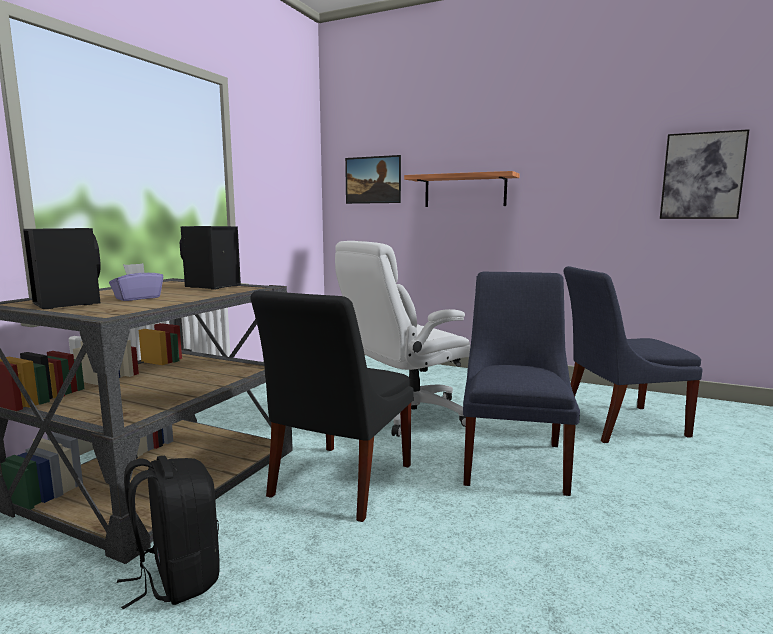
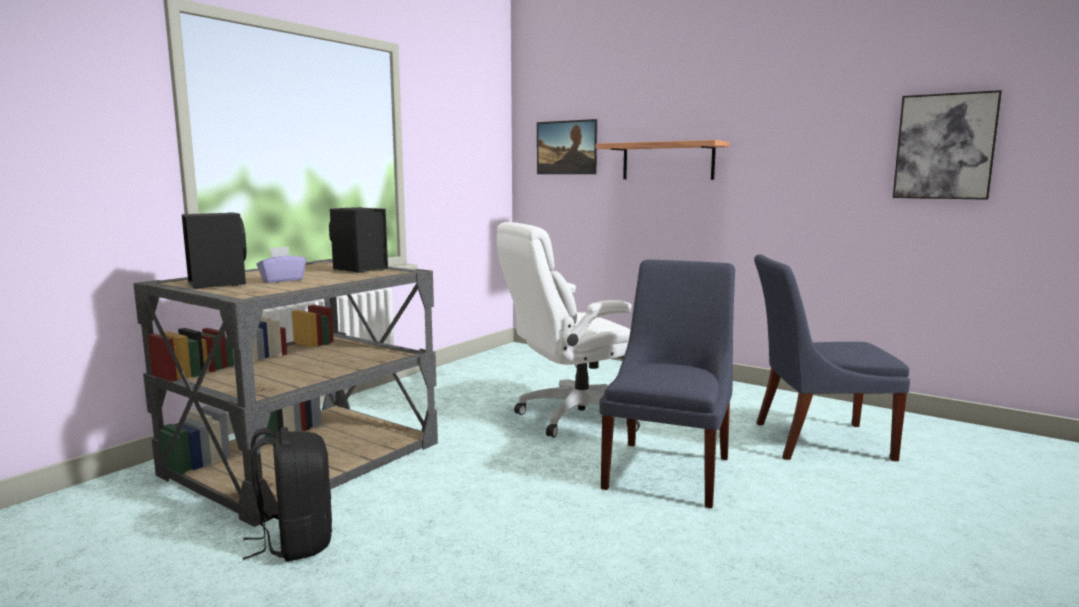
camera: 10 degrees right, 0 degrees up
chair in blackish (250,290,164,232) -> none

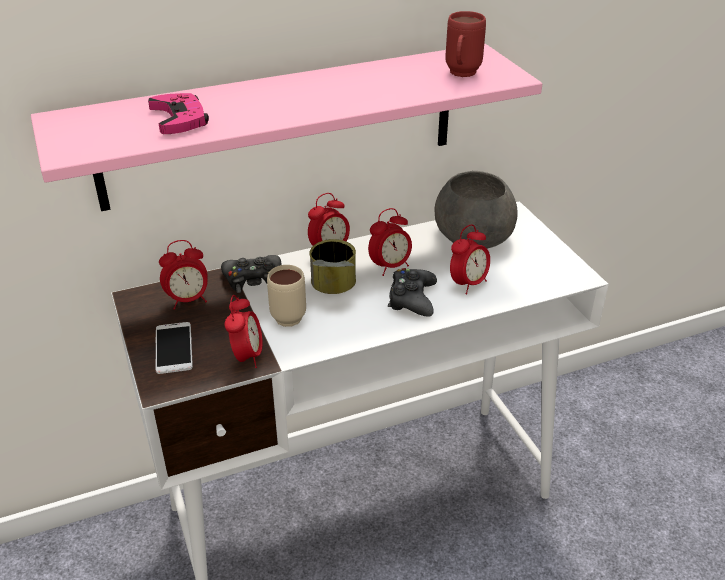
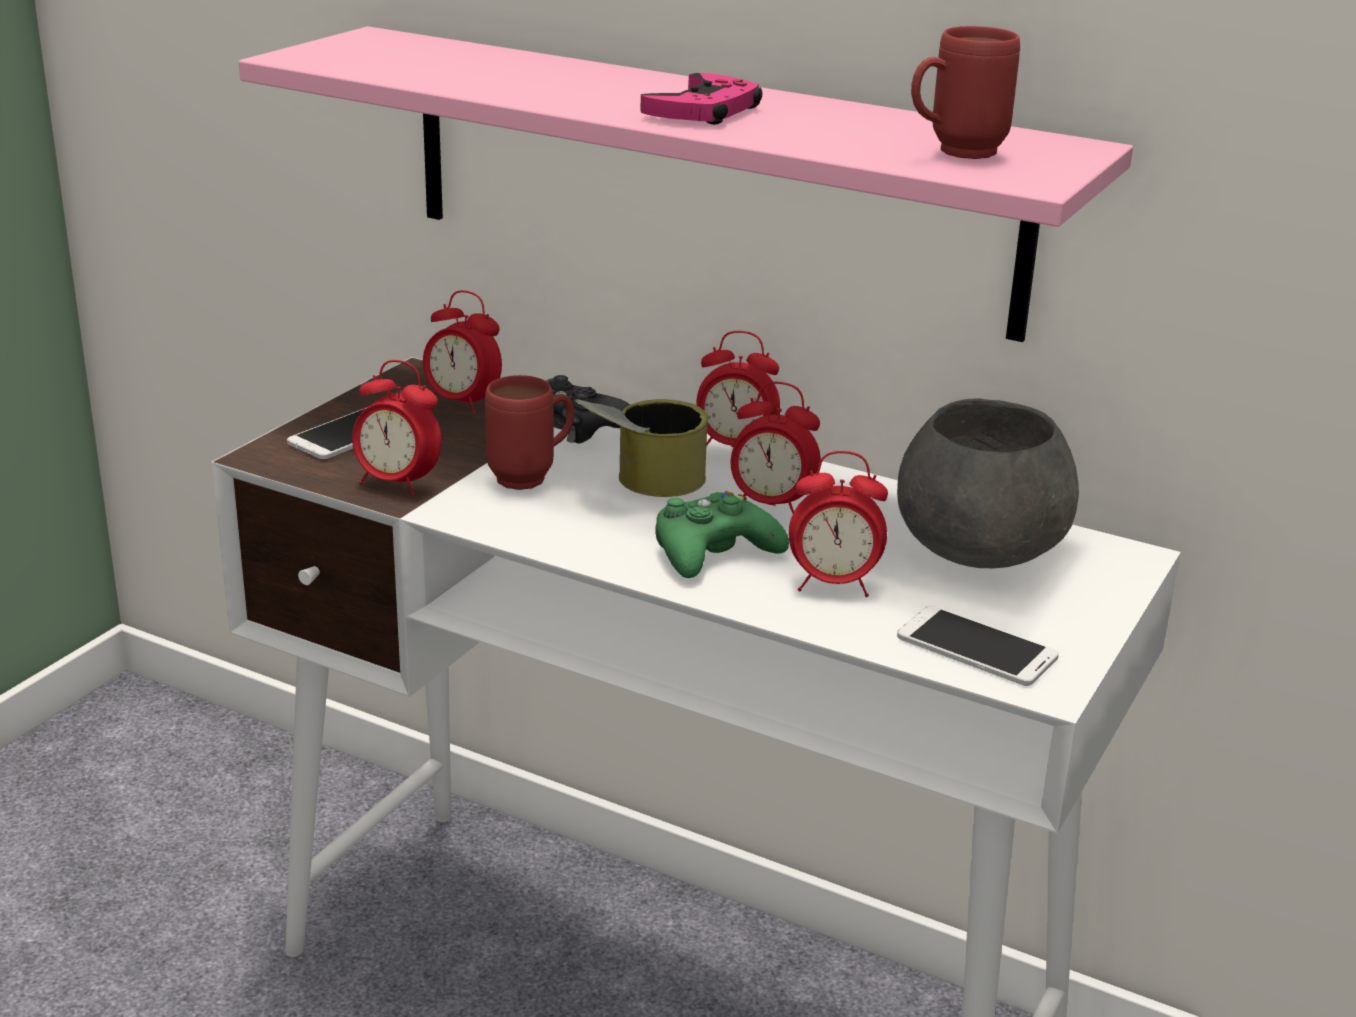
camera: 50 degrees right, 10 degrees down
game controller in pinkish (148,93,61,41) -> game controller in pinkish (641,73,121,52), relocated
bedside clock (225,295,38,73) -> bedside clock (352,360,89,137), 60 degrees clockwise
mug in beige (267,265,39,62) -> mug in red-coloured (485,375,90,115)
game controller in blackish (388,268,49,49) -> game controller in green (655,491,134,87)
none -> telephone (897,606,162,80)

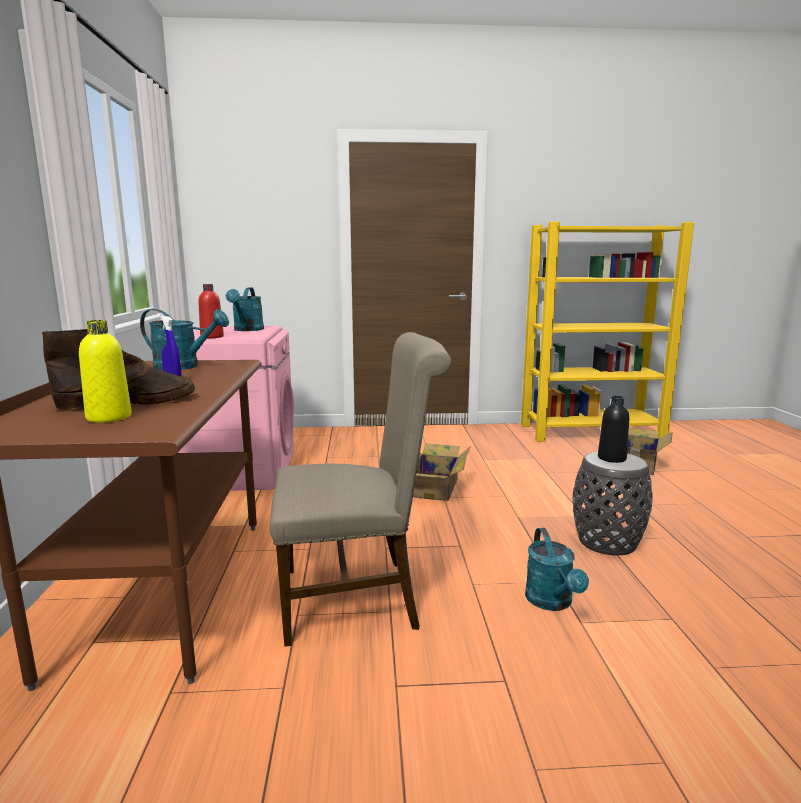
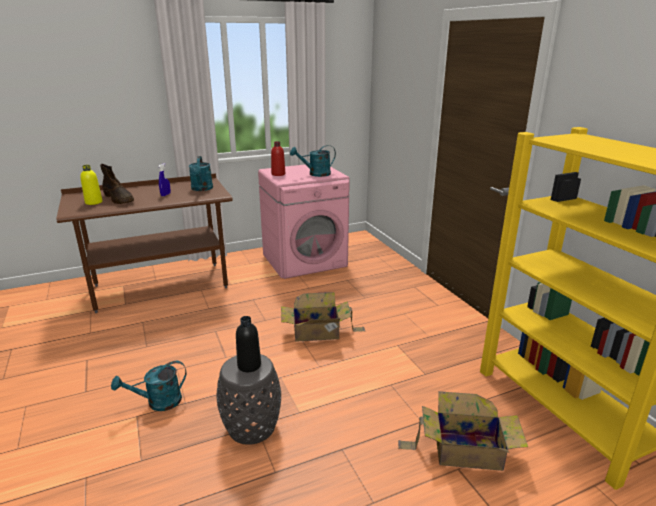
camera: 70 degrees right, 10 degrees up
chair in beige (270,332,181,315) -> none

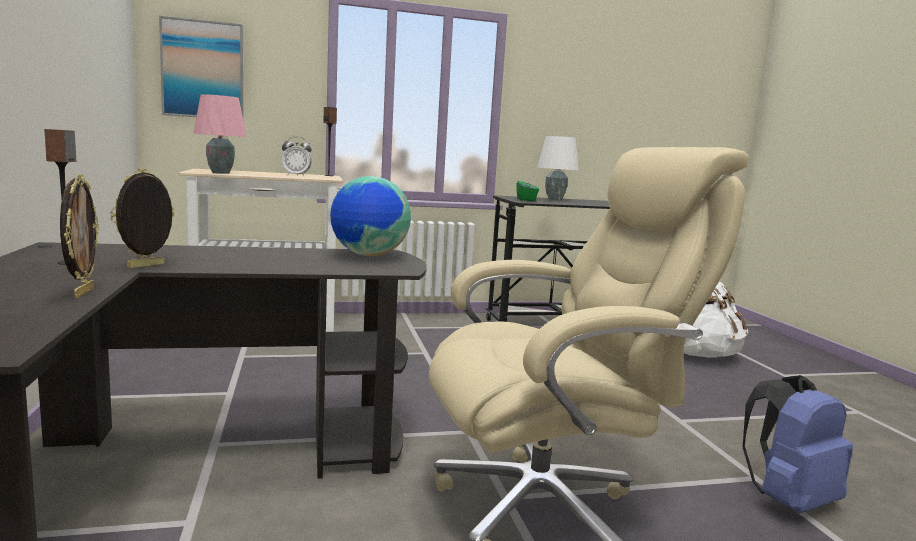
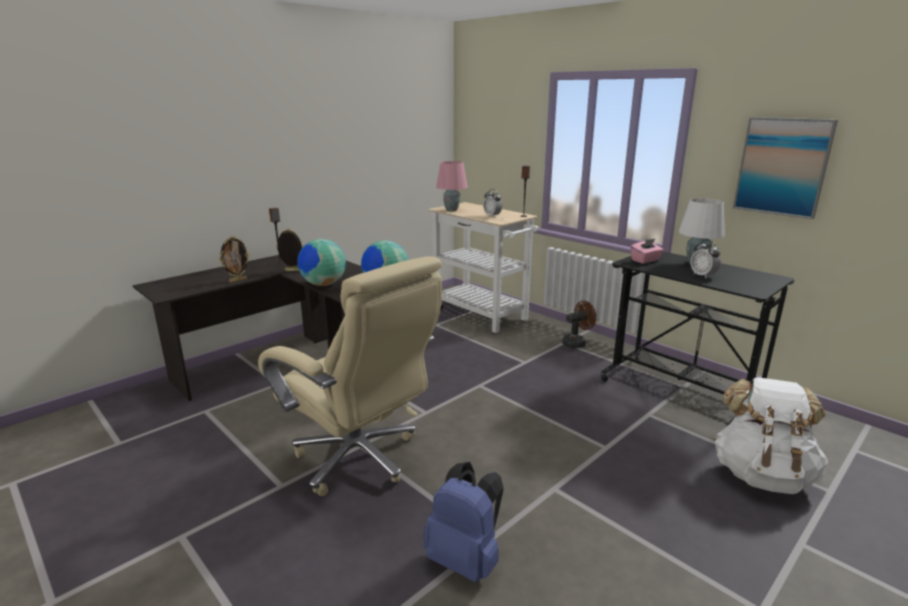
camera: 60 degrees right, 10 degrees up
picture (159,16,84,101) -> picture (733,117,105,102), relocated
box of tissues in green (517,176,22,25) -> box of tissues in pinkish (630,238,34,26)
none -> globe (297,239,49,47)
none -> fan in brown-coloured (562,301,34,47)
none -> bedside clock (691,240,30,39)

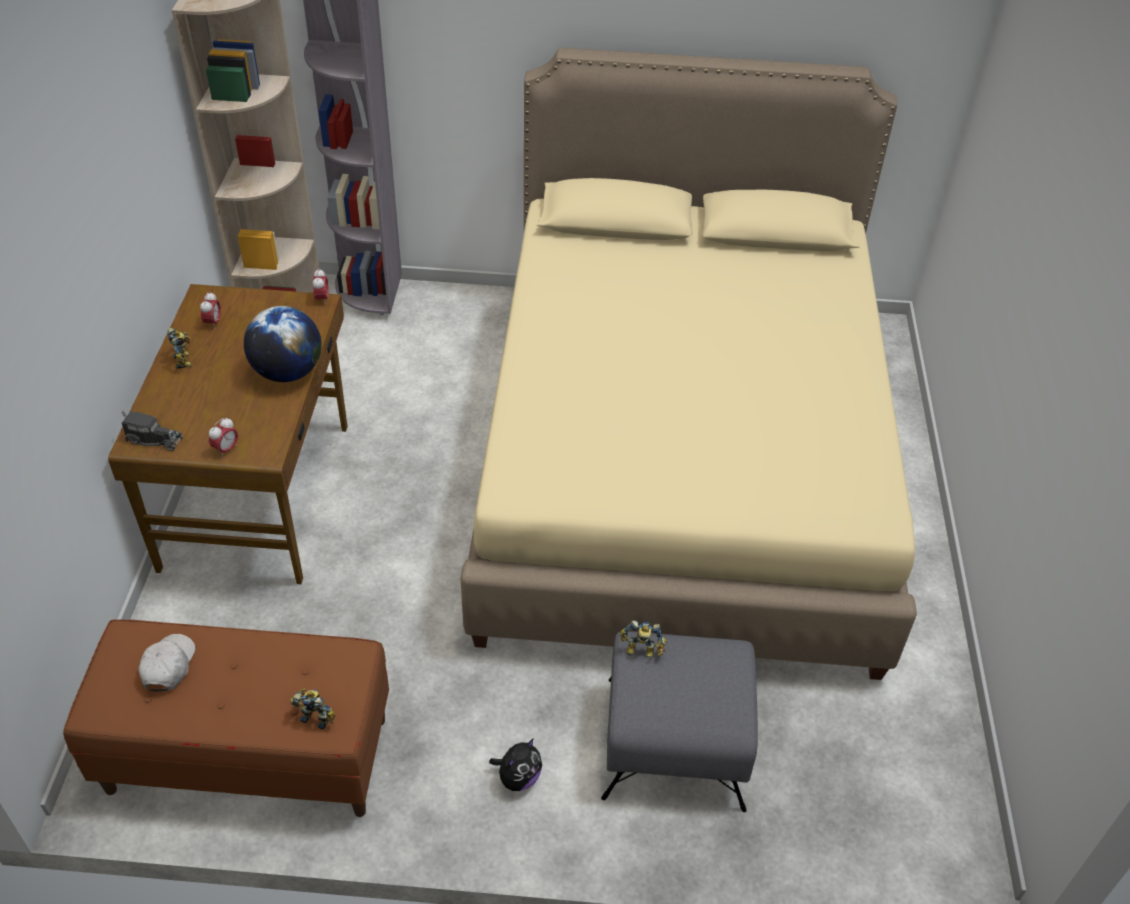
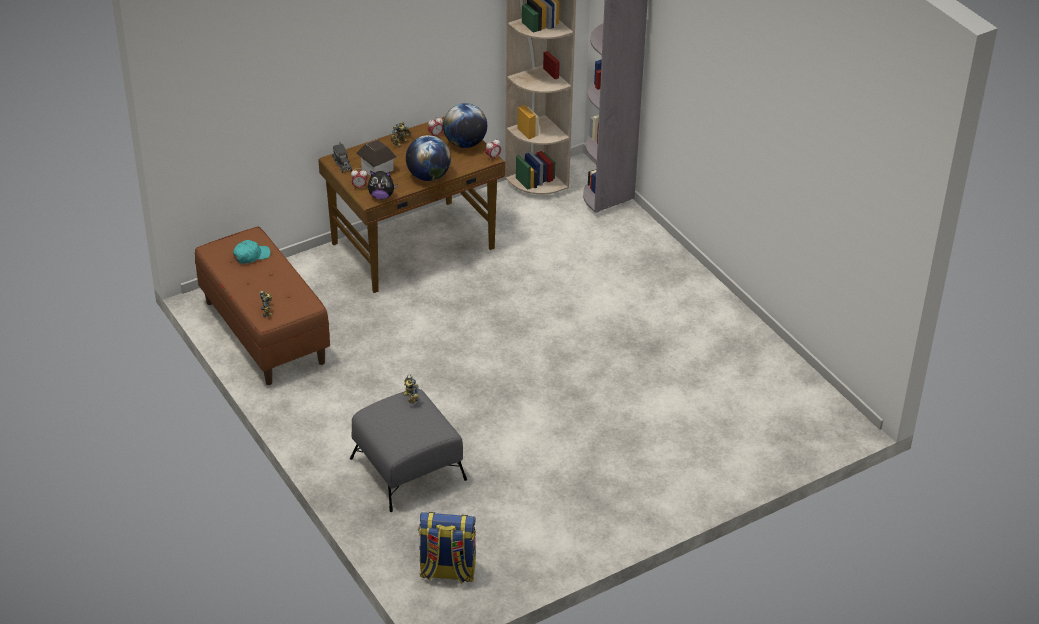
camera: 55 degrees right, 5 degrees down
cap in white (138,634,57,58) -> cap in blue-green (233,240,37,24)
sleeping bed in beige (461,48,456,632) -> none
plush toy (489,738,53,53) -> plush toy (368,170,29,29), relocated
none -> toy house (356,139,41,37)
none -> backpack (419,512,57,72)
none -> globe (443,103,44,45)

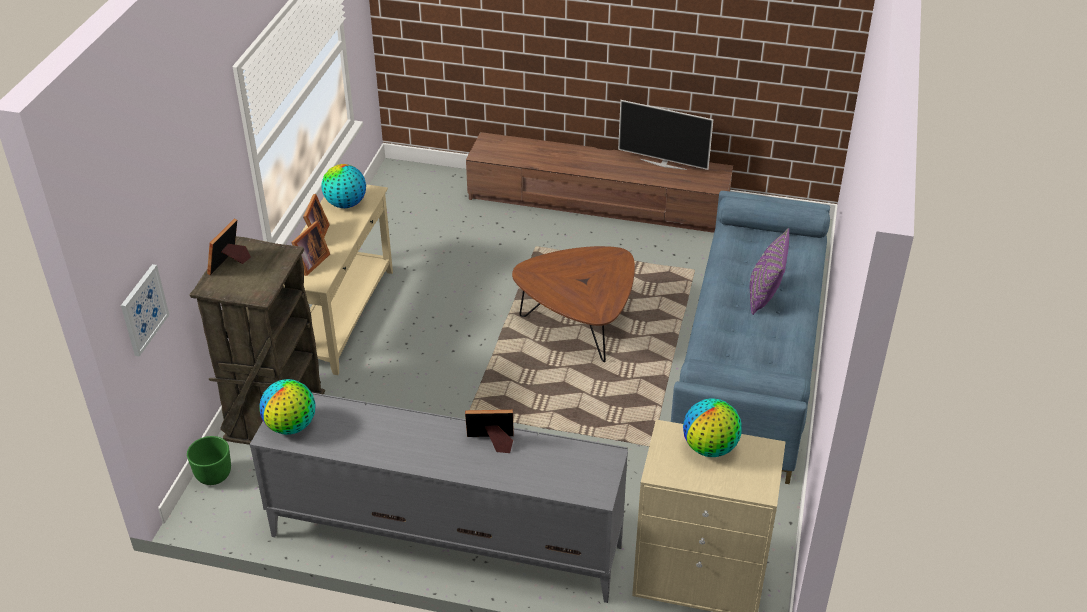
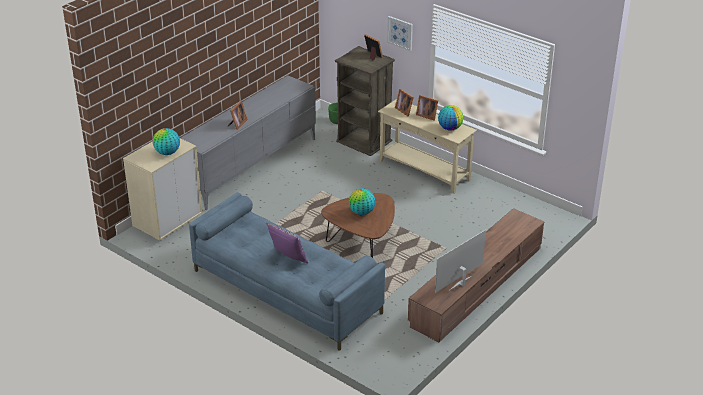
camera: 115 degrees right, 5 degrees down
picture (121,264,48,93) -> picture (387,16,26,35), relocated
globe (260,379,55,56) -> globe (349,188,27,27), relocated

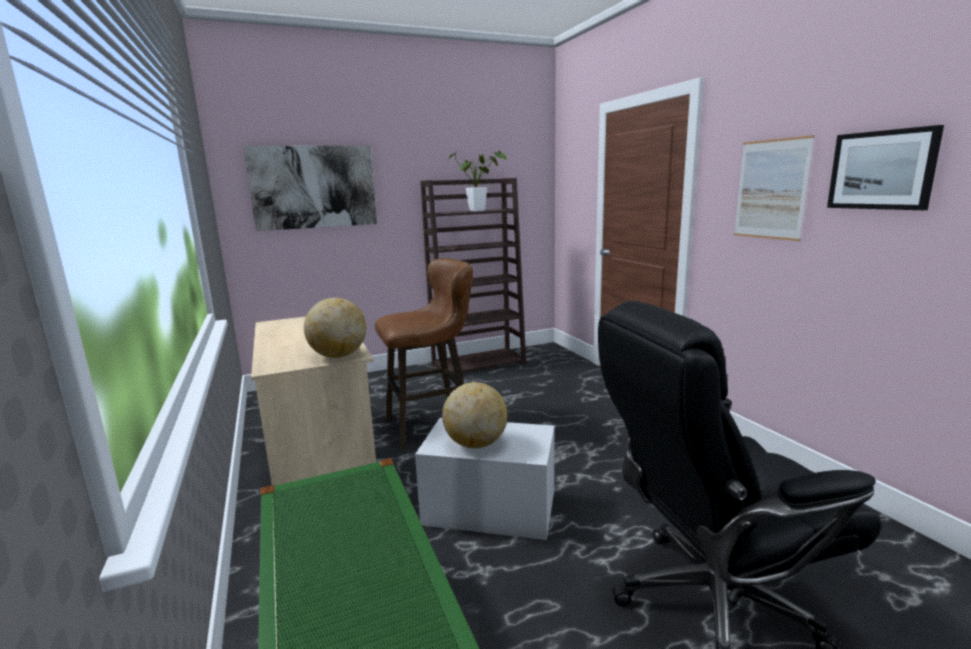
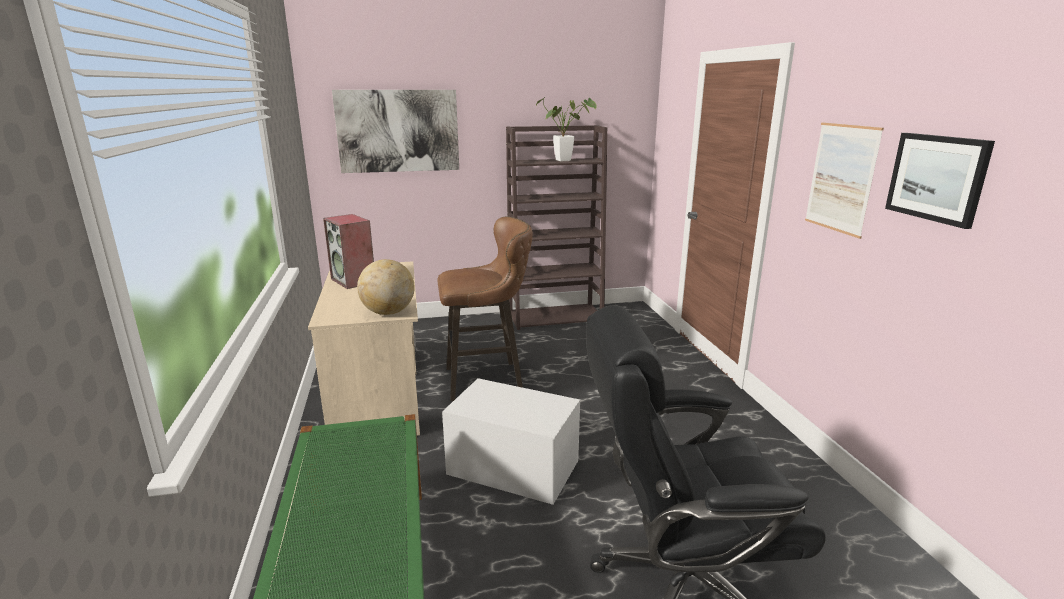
camera: 10 degrees right, 5 degrees up
globe (442,382,66,66) -> none
none -> audio speaker (323,214,51,75)

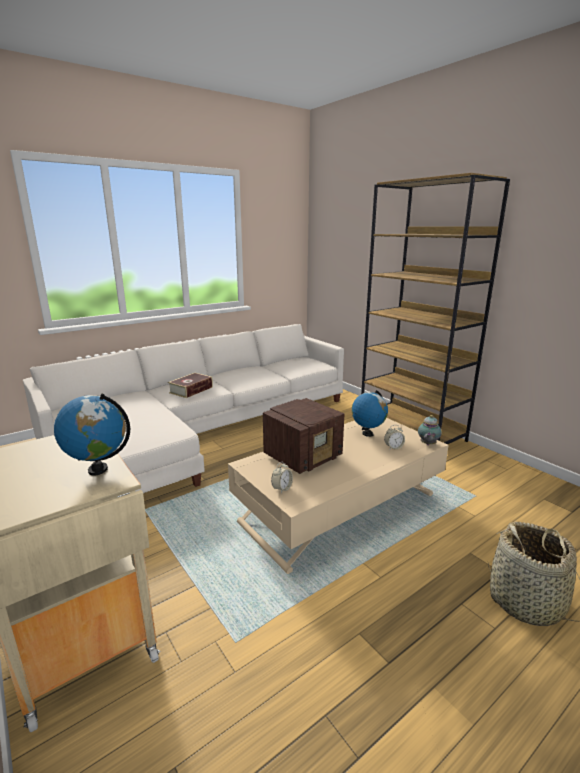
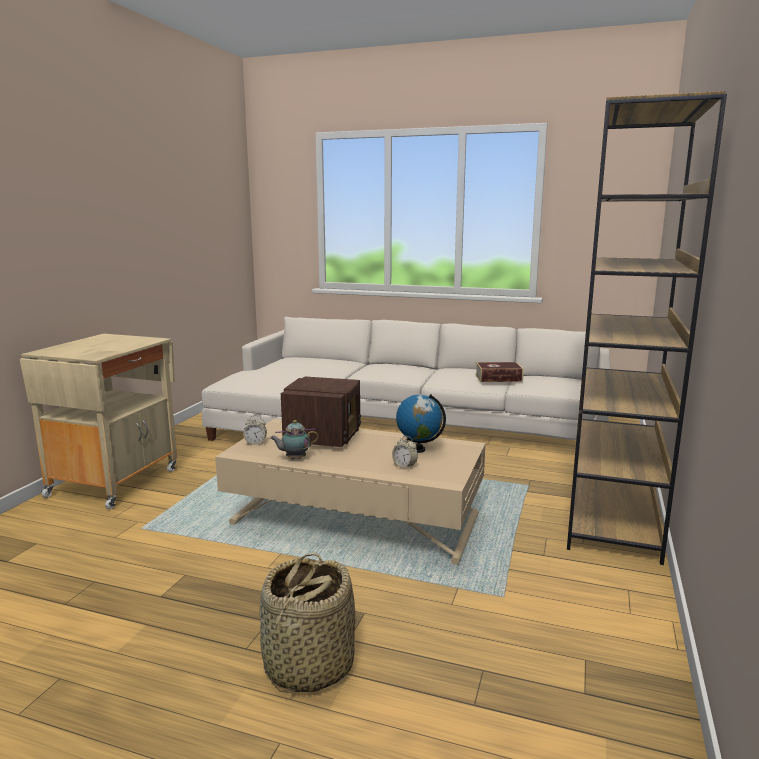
camera: 55 degrees right, 5 degrees down
globe (54,394,76,81) -> none
bound book (168,373,45,25) -> bound book (475,362,49,20), relocated
radio (263,398,81,76) -> radio (281,376,80,71), 90 degrees counterclockwise
tea pot (418,415,24,30) -> tea pot (270,420,49,39), relocated

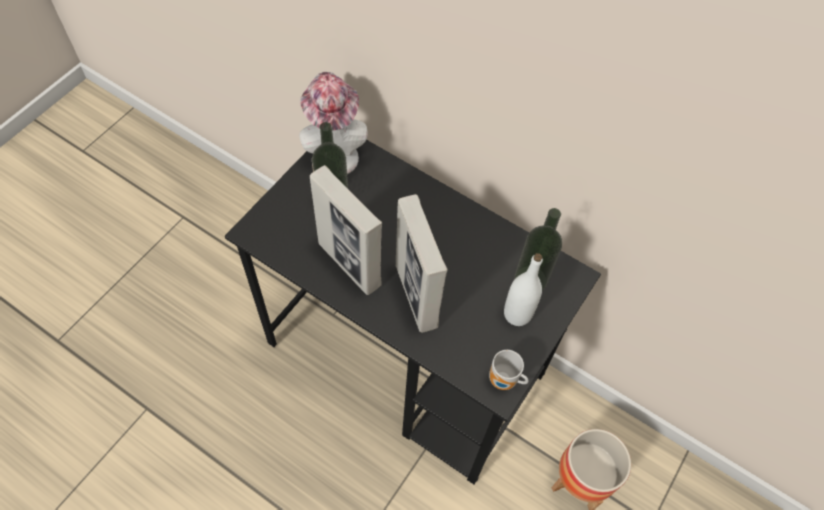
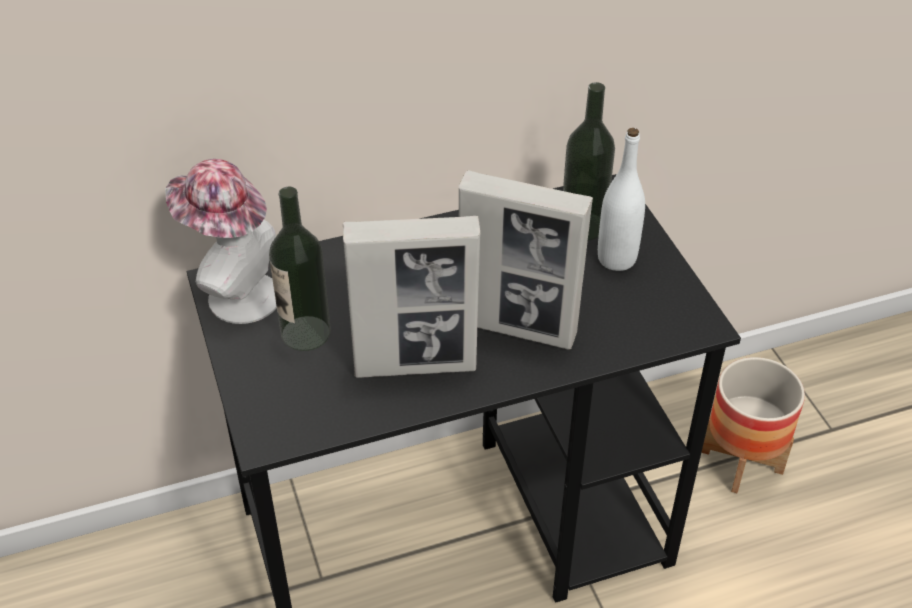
camera: 50 degrees left, 15 degrees down
mug (489,350,40,40) -> none

